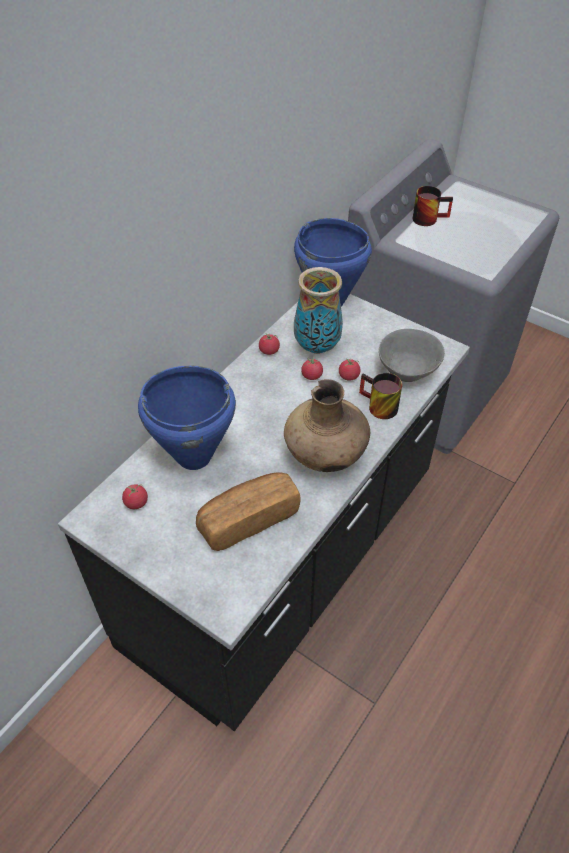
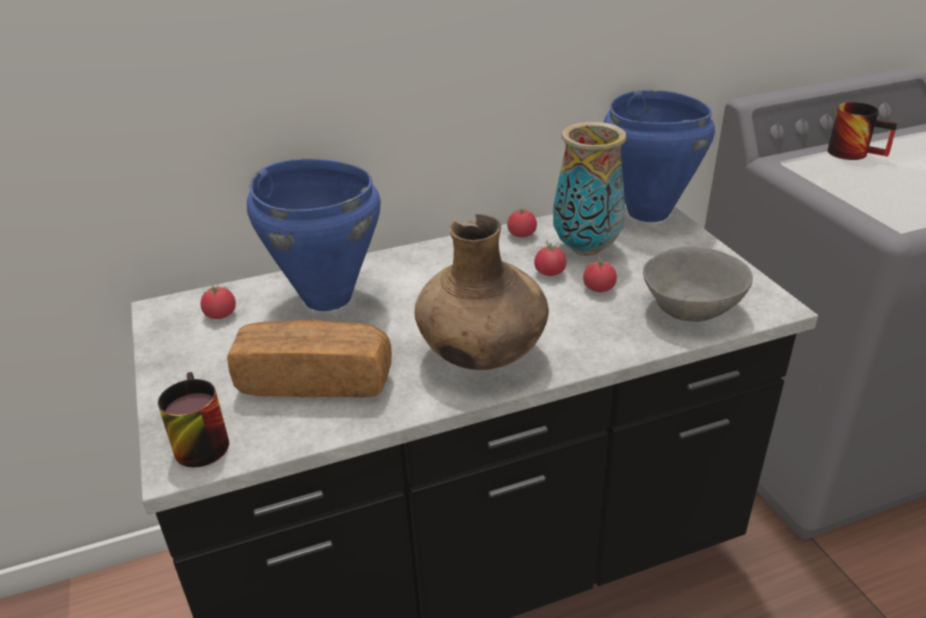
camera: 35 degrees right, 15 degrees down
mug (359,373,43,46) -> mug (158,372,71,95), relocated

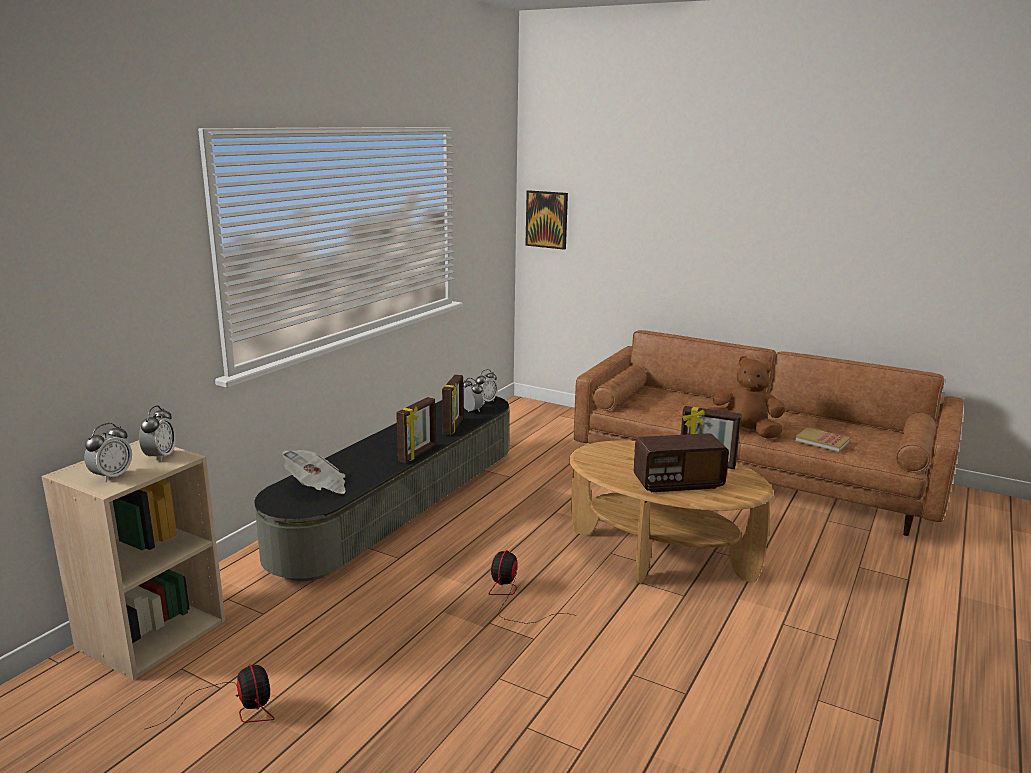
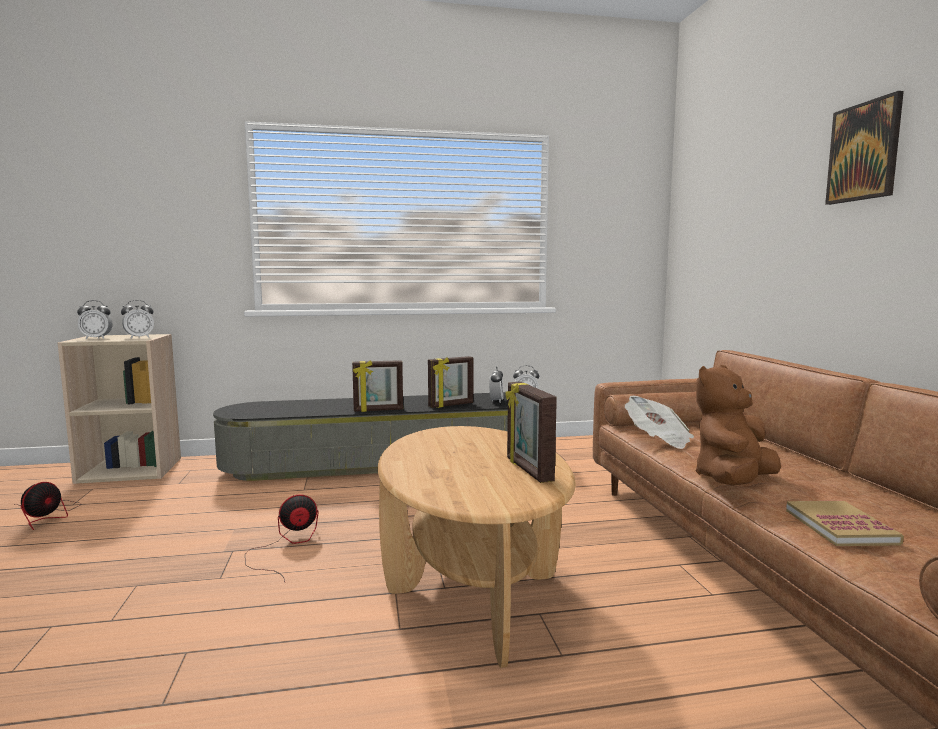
camera: 50 degrees right, 10 degrees down
daily paper (282,450,63,44) -> daily paper (625,396,69,53), relocated
picture (525,190,43,60) -> picture (825,91,79,114), relocated
radio (633,433,96,59) -> none
plush toy in brown-coloured (707,356,79,83) -> plush toy in brown-coloured (695,365,86,121), 120 degrees counterclockwise

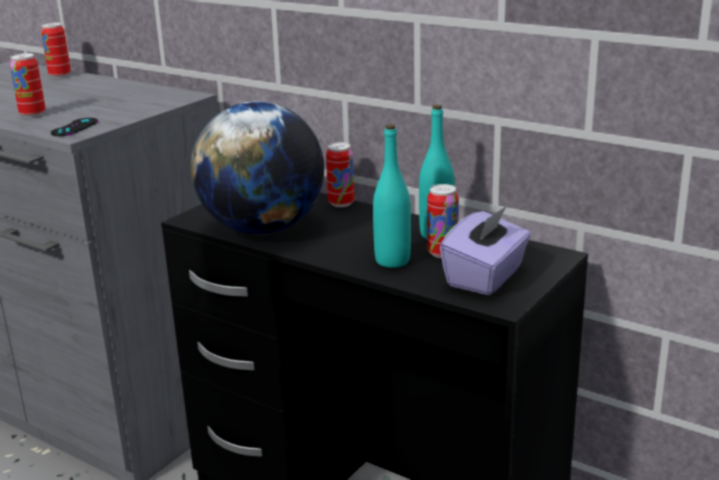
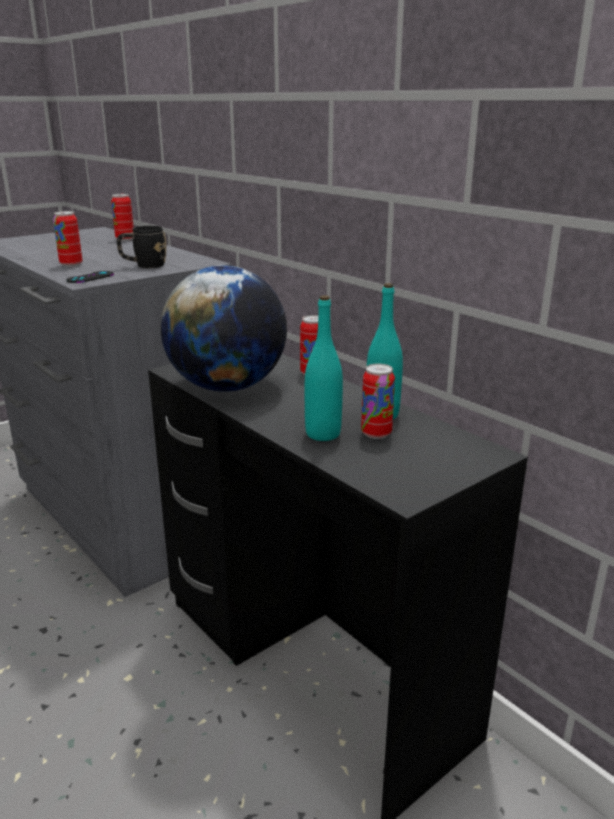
camera: 15 degrees right, 0 degrees up
box of tissues in purplish (440,206,91,89) -> none
none -> mug in blackish (117,226,49,42)

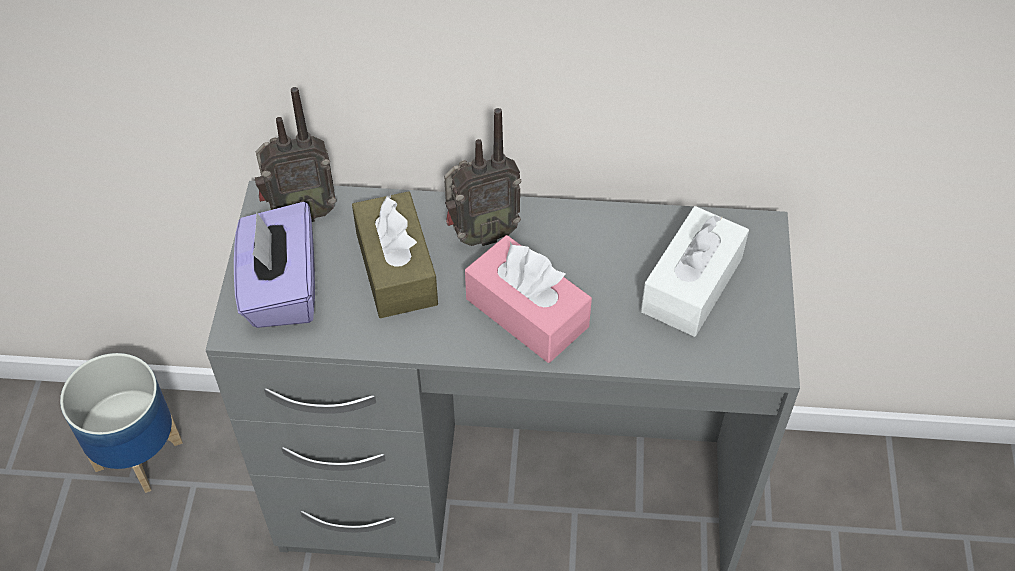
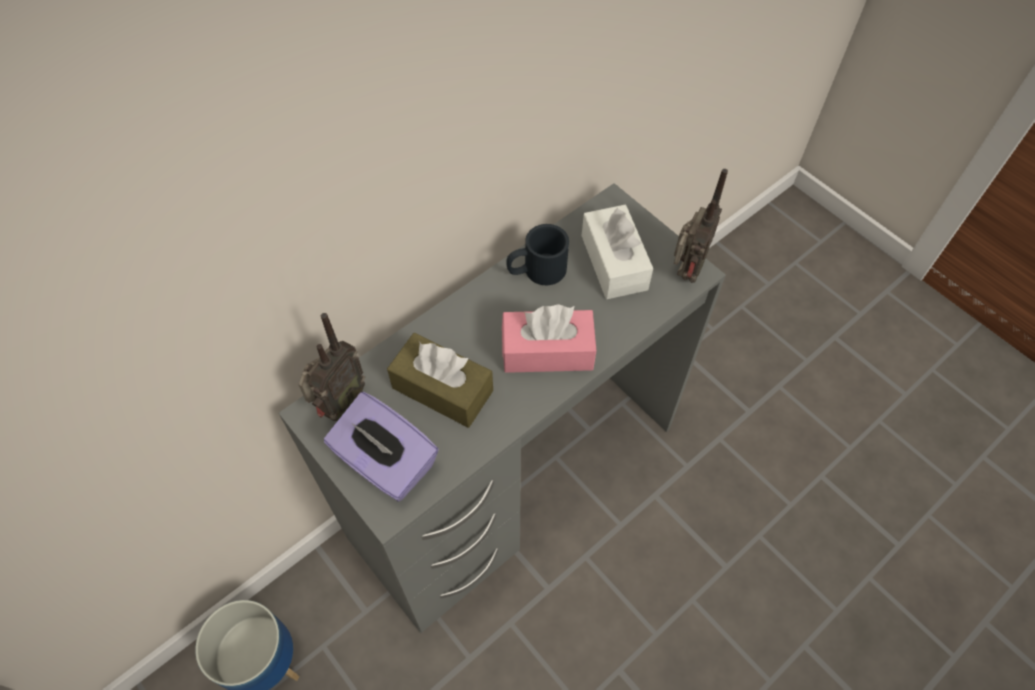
camera: 45 degrees left, 5 degrees up
radio (444,108,77,138) -> radio (674,169,54,114), relocated
none -> mug in blackish (506,224,63,61)

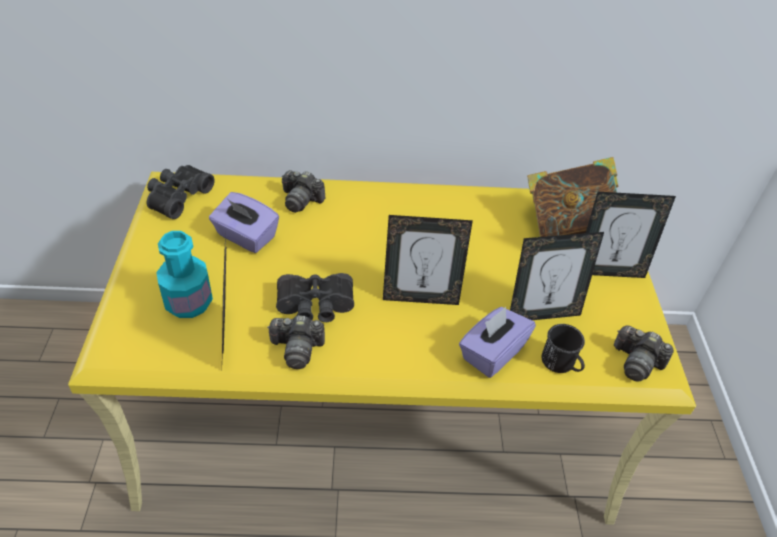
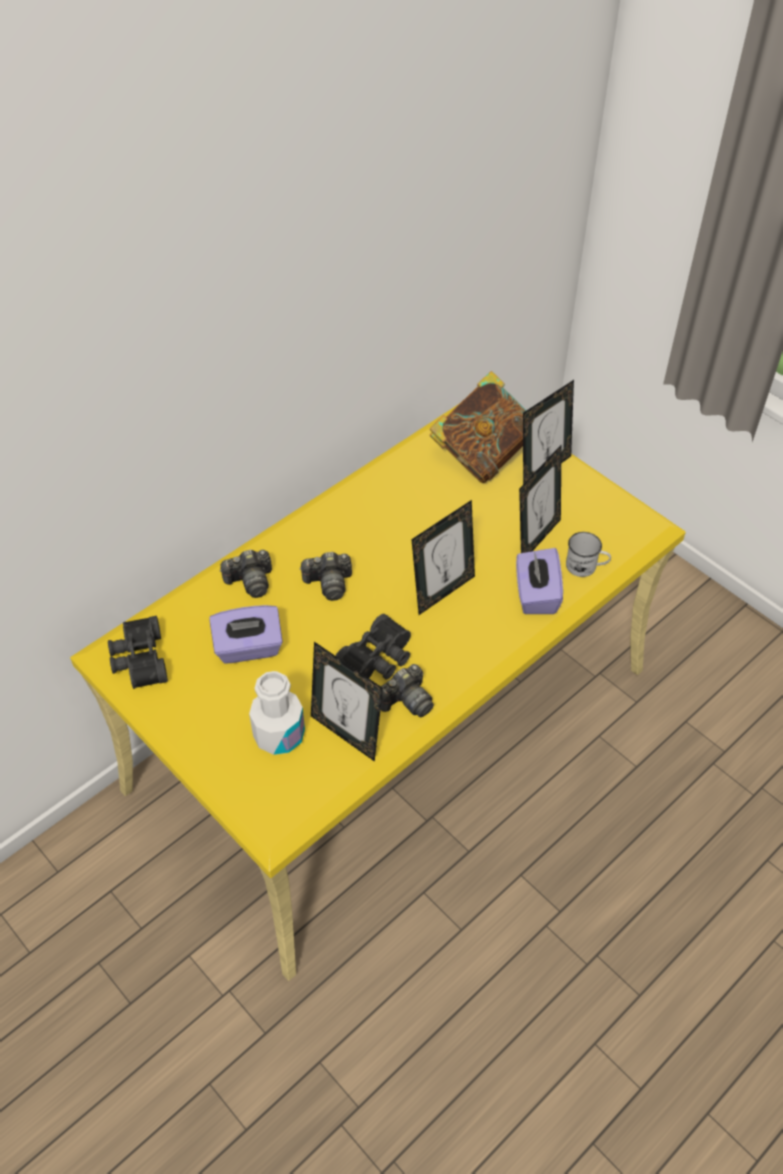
camera: 40 degrees left, 5 degrees up
beverage bottle in blue-green (156,231,57,87) -> beverage bottle in white (249,671,56,84)
mug in blackish (542,324,43,49) -> mug in white (566,532,45,45)
still camera (614,325,60,57) -> still camera (300,552,52,49), relocated

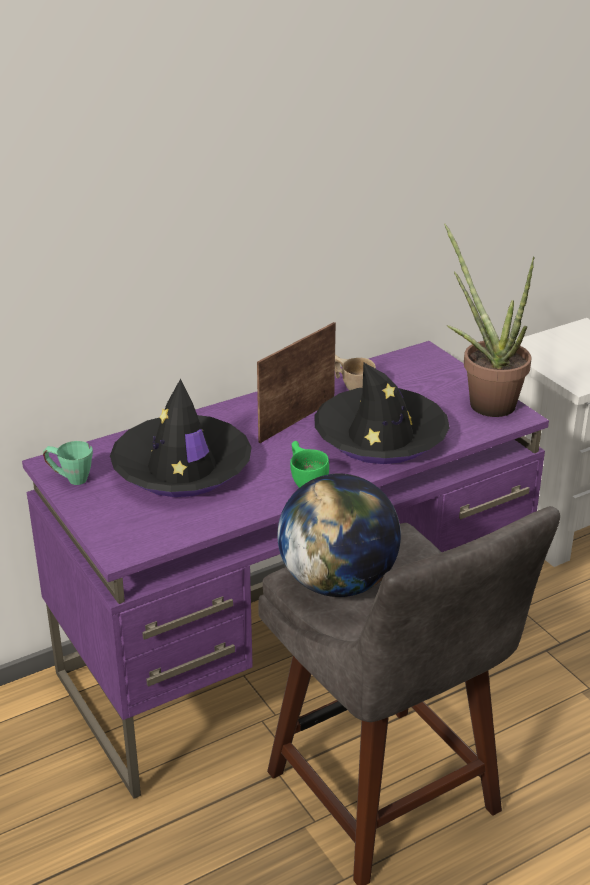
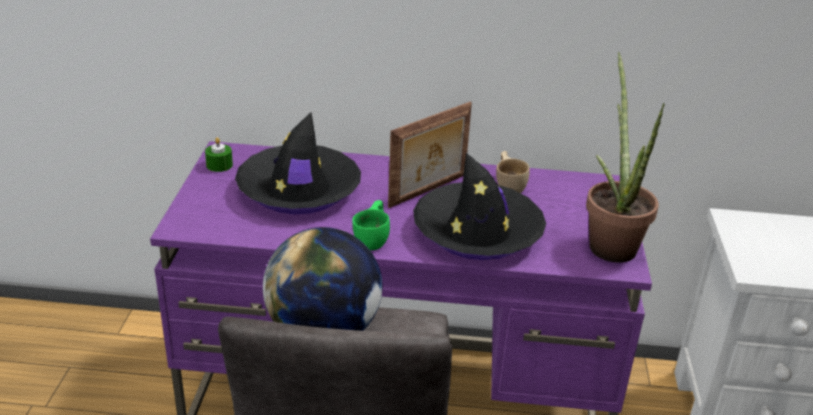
camera: 35 degrees right, 0 degrees up
mug in green (43,441,50,44) -> candle in green (205,137,28,35)
picture frame (257,322,79,121) -> picture frame (388,102,84,106), 150 degrees clockwise

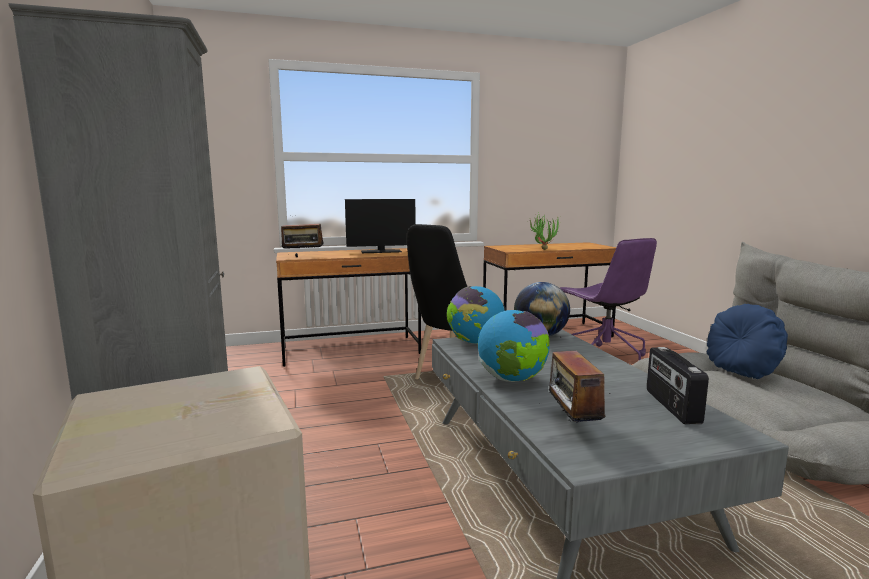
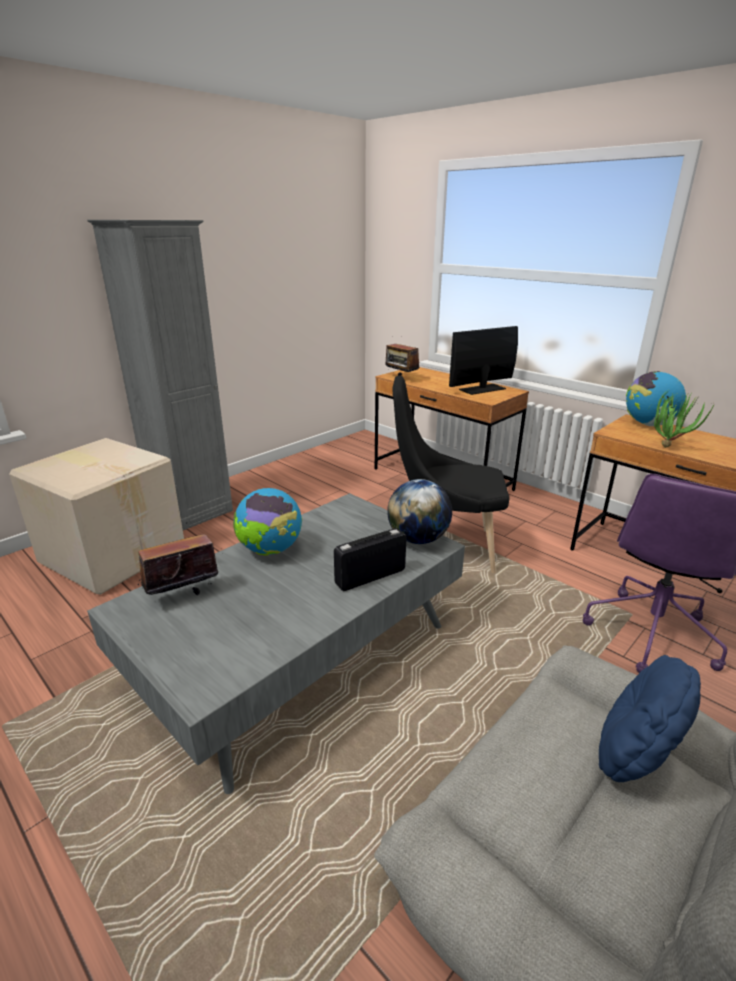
camera: 60 degrees right, 15 degrees up
computer display (345,199,71,54) -> computer display (449,326,69,69), 105 degrees clockwise
globe (447,286,58,58) -> globe (626,371,60,55), relocated
radio (647,347,62,77) -> radio (334,528,72,63), relocated

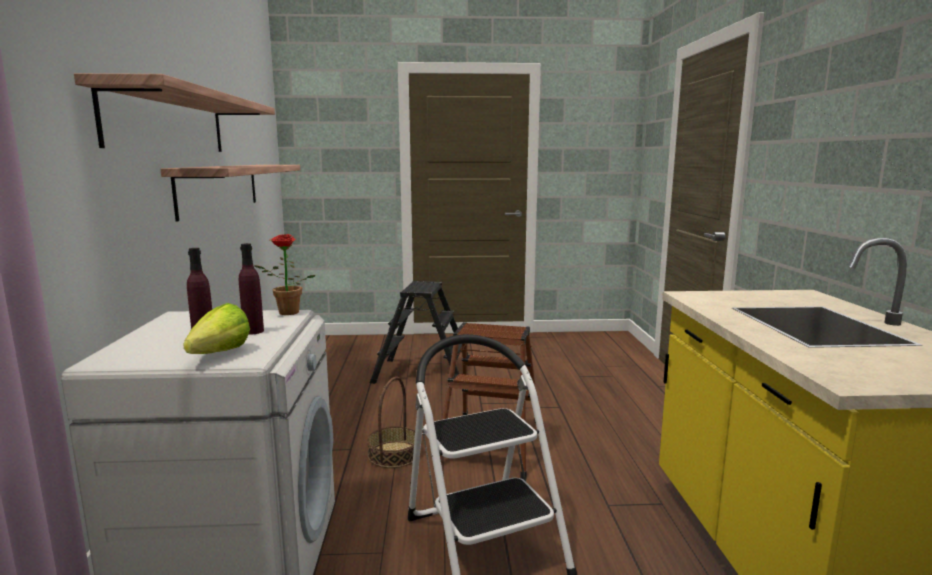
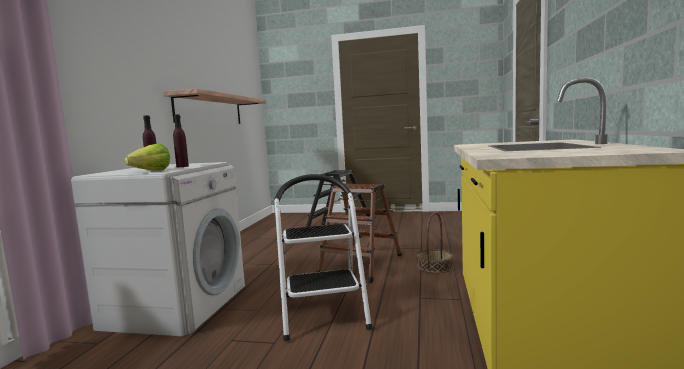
camera: 15 degrees right, 5 degrees down
shelf (74,73,201,79) -> none
plant in a pot (254,234,62,81) -> none
storage basket (367,377,48,91) -> storage basket (417,212,37,61), relocated

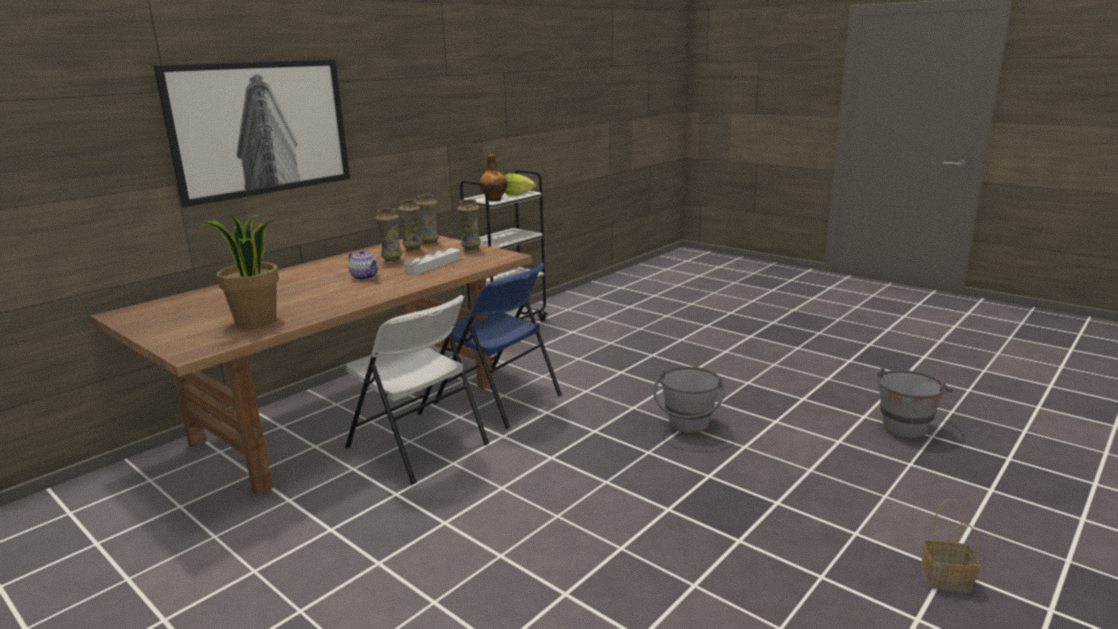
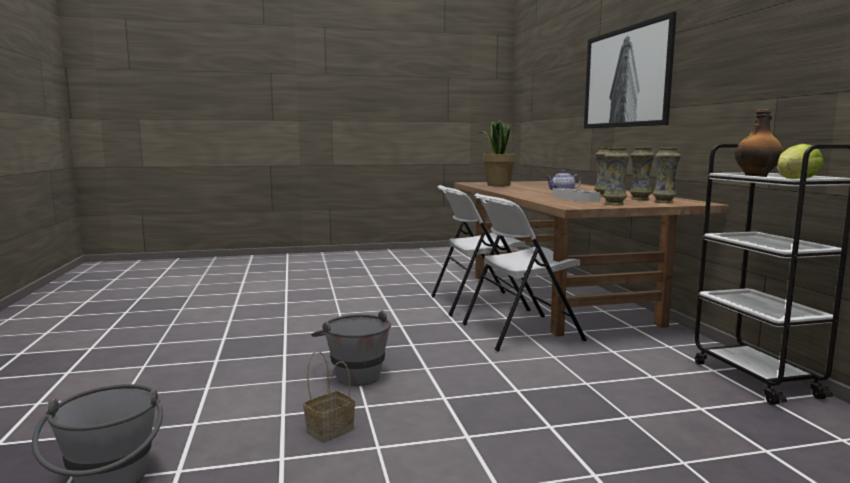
camera: 125 degrees right, 10 degrees down
chair in bluish (434,263,128,166) -> chair in white (462,193,125,159)
storage basket (921,499,59,93) -> storage basket (303,351,52,92), relocated

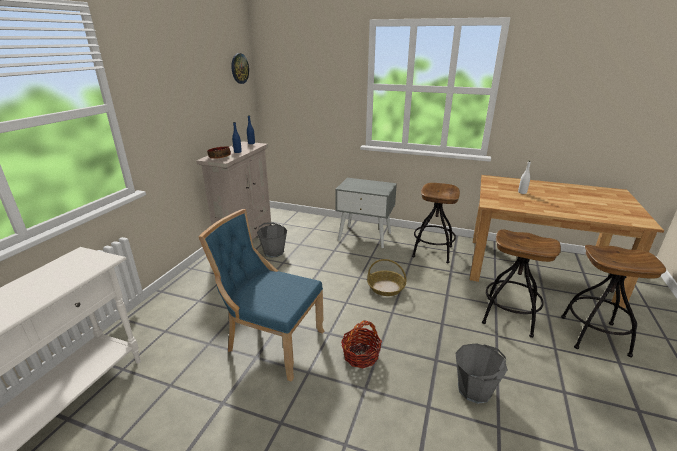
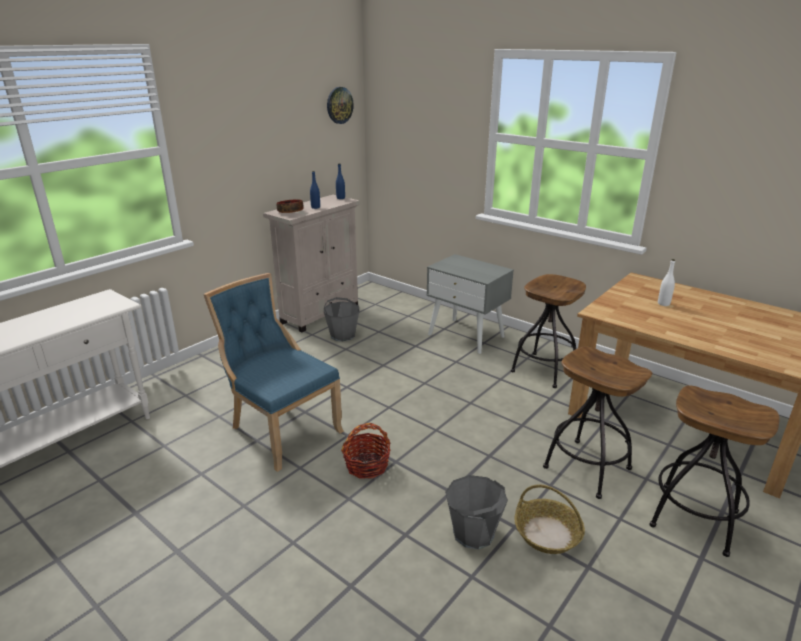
camera: 20 degrees right, 0 degrees up
storage basket (367,259,40,37) -> storage basket (514,485,71,69), relocated

